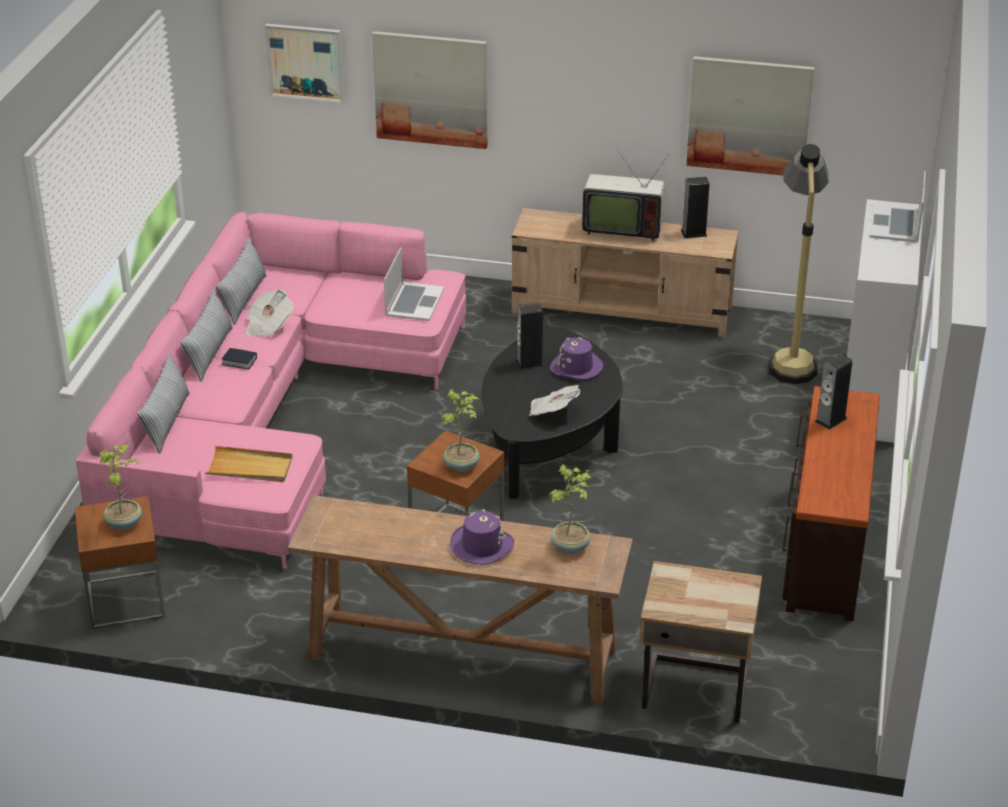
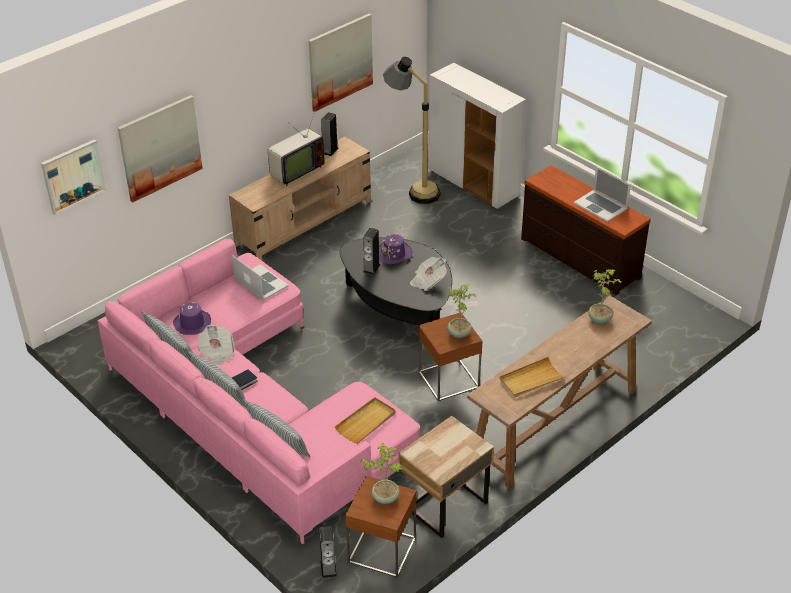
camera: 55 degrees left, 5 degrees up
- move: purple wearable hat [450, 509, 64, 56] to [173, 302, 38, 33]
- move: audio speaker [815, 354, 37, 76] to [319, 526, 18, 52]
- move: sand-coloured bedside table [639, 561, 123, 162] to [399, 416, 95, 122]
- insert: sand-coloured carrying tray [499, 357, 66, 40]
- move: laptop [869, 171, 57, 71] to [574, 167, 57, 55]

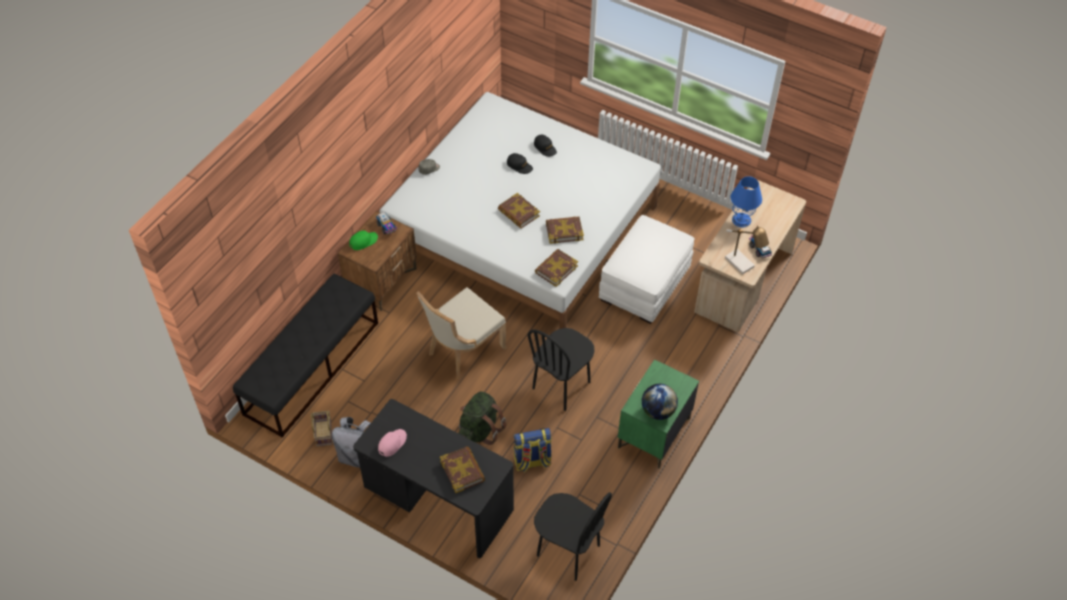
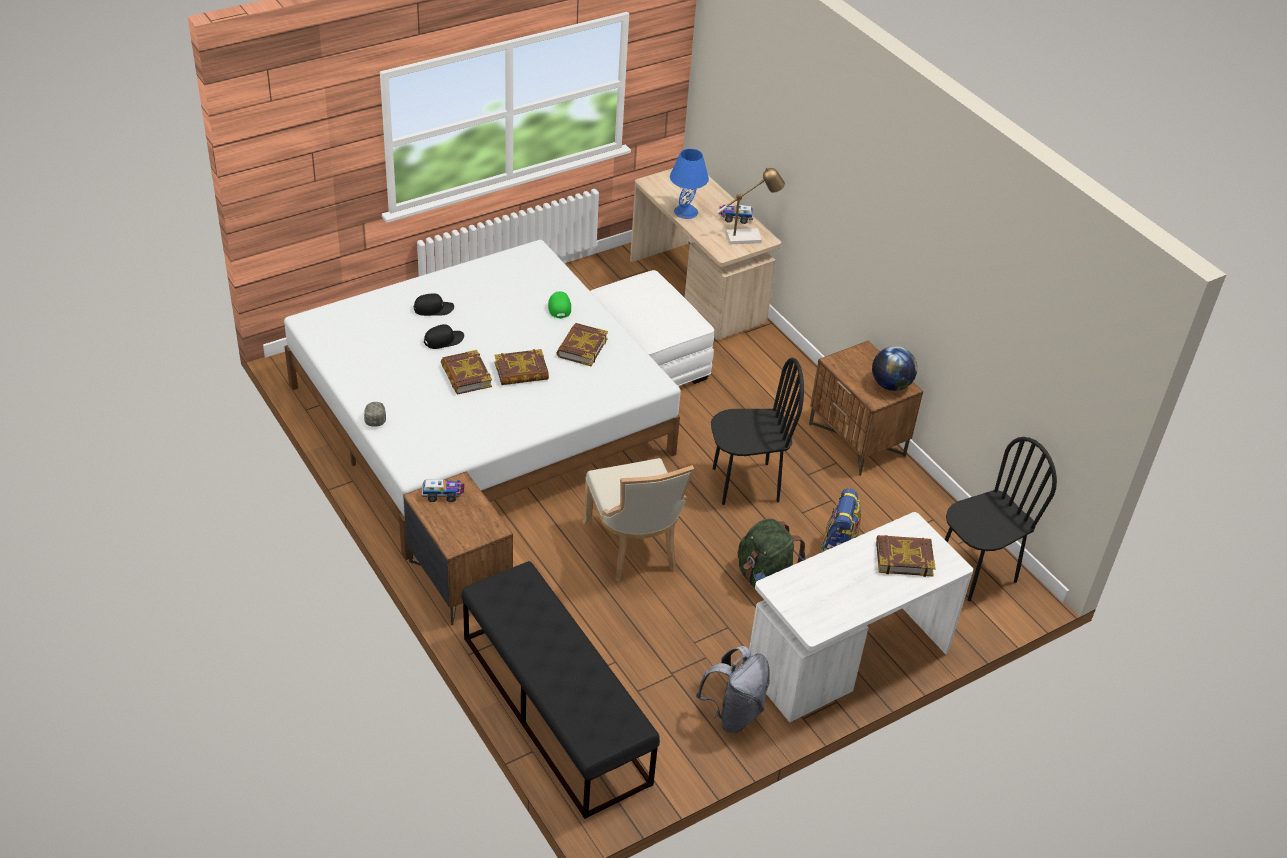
camera: 65 degrees left, 10 degrees down
- move: bound book [535, 249, 43, 38] to [441, 350, 51, 44]
- move: greenish cap [349, 230, 29, 20] to [548, 291, 23, 28]
- rotate: black plain chair [528, 328, 67, 83] = [711, 358, 93, 147] 75 degrees counterclockwise
- recolor: black desk unit [353, 399, 161, 159] to white desk unit [749, 512, 224, 210]
- recolor: greenish bedside table [618, 359, 81, 110] to brown bedside table [809, 341, 114, 135]
- delete: storage basket [311, 411, 21, 35]
- delete: pink cap [378, 429, 29, 28]

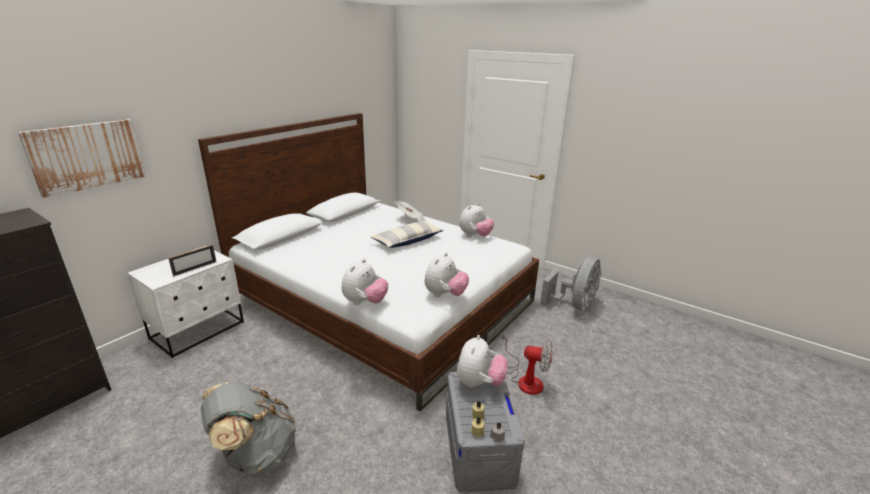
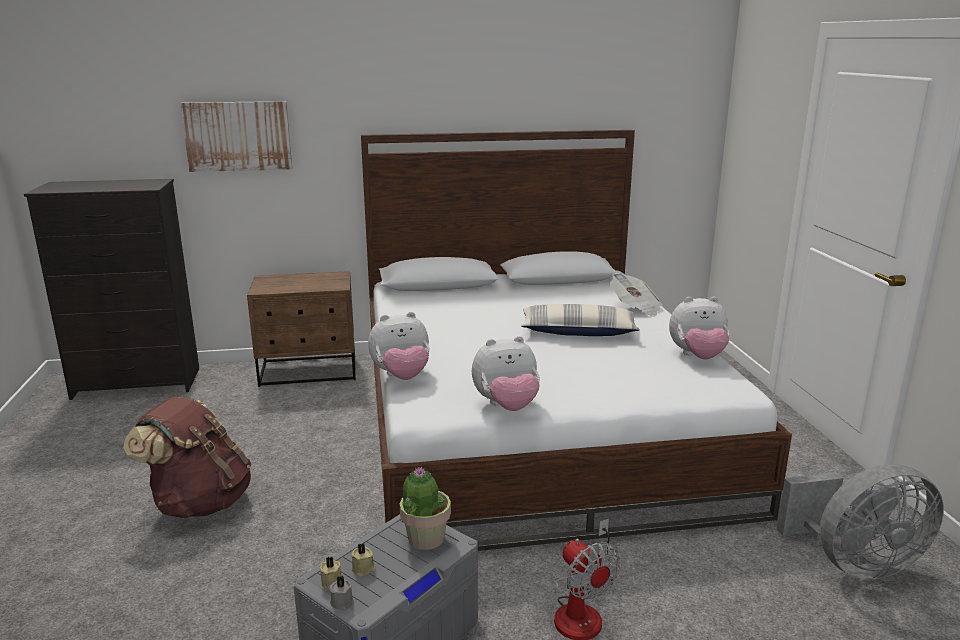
camera: 45 degrees right, 5 degrees down
- recolor: grey rucksack [200, 382, 97, 95] to brown rucksack [123, 397, 129, 121]
- recolor: white bedside table [127, 246, 117, 112] to brown bedside table [247, 271, 109, 116]
- replace: soft toy [457, 335, 51, 53] to potted plant [400, 467, 51, 83]
- delete: photo frame [168, 245, 48, 31]

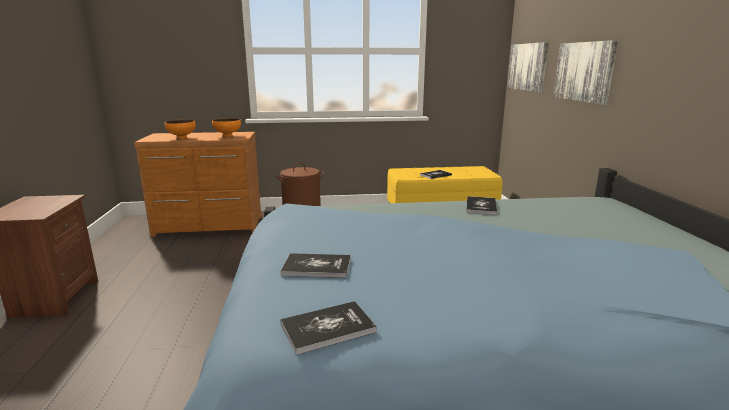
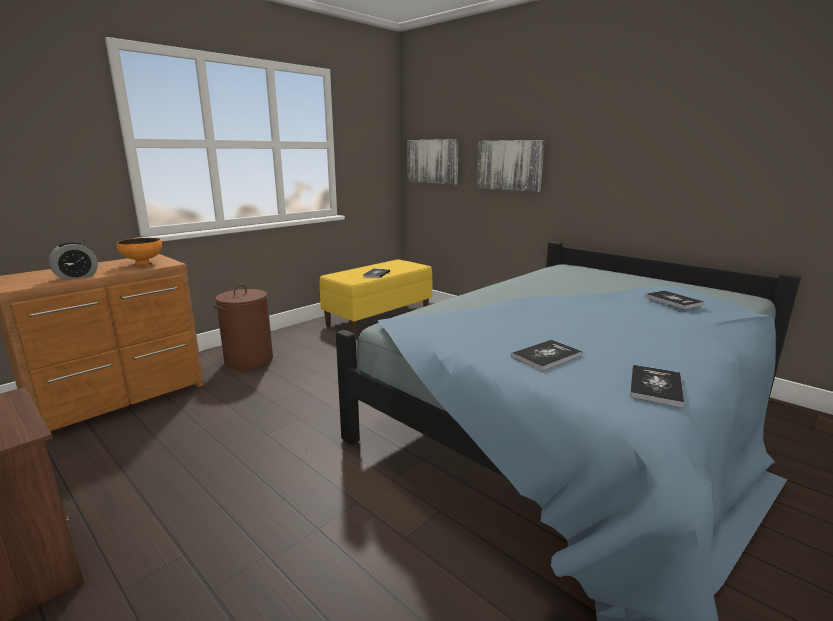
camera: 40 degrees left, 0 degrees up
- replace: orange-coloured deep dish [165, 120, 31, 20] to table clock [49, 241, 49, 39]
- move: bound book [466, 196, 31, 19] to [645, 291, 59, 18]

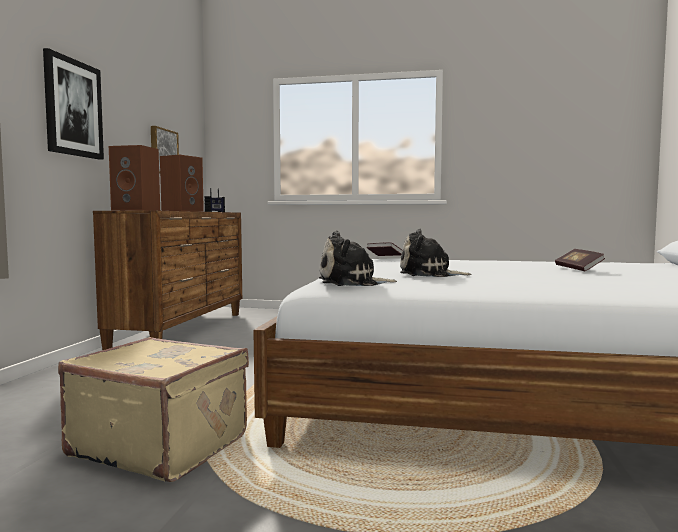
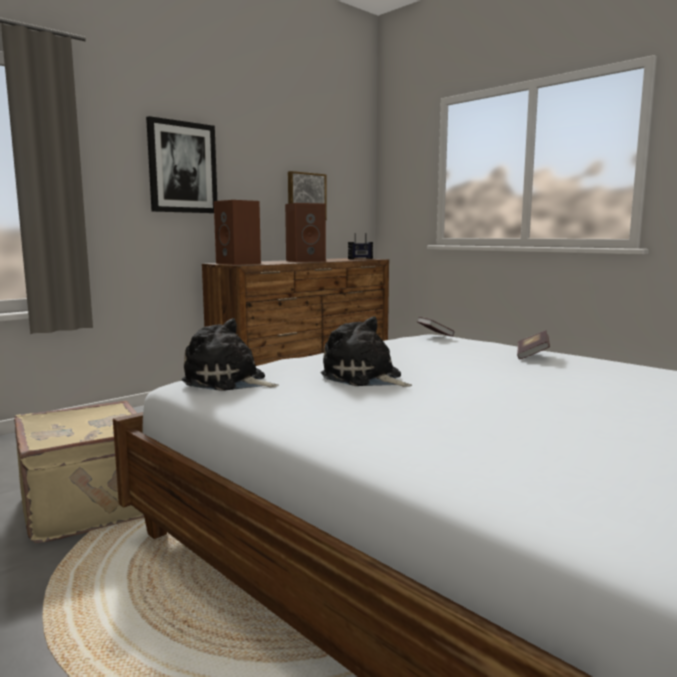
camera: 35 degrees right, 5 degrees up
- move: bound book [555, 249, 50, 22] to [517, 330, 33, 29]

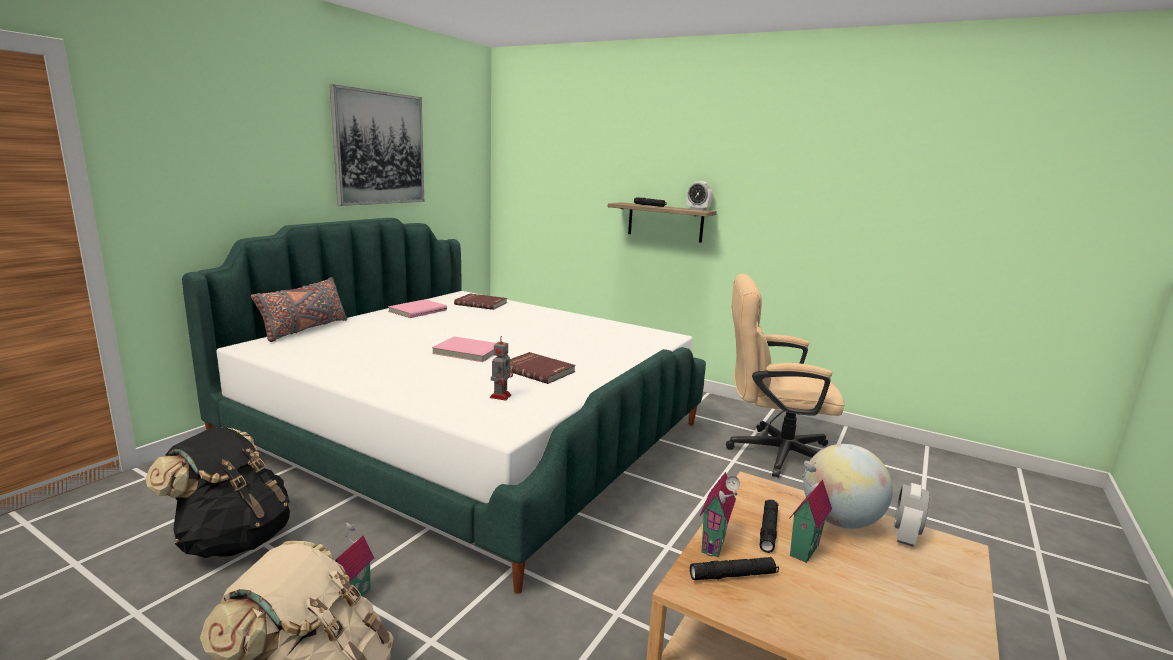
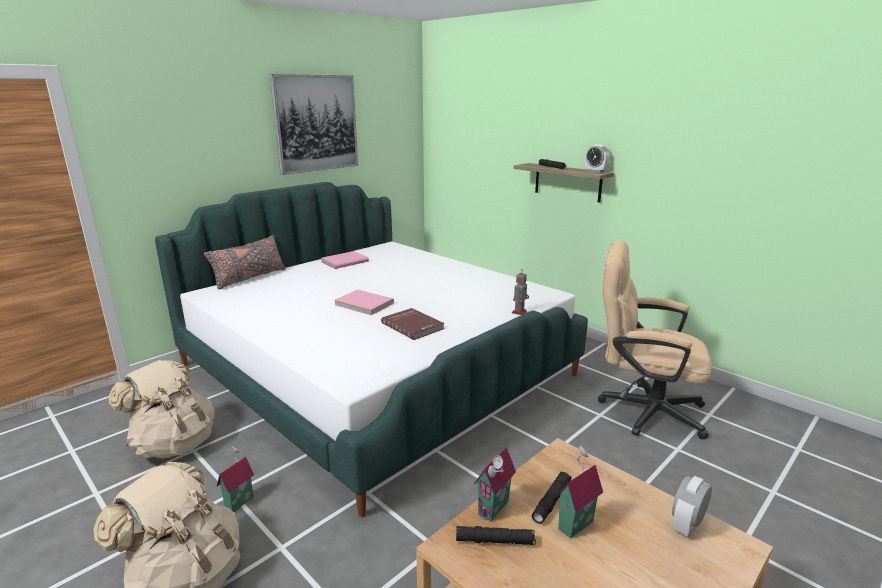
camera: 15 degrees right, 5 degrees up
- recolor: black rucksack [145, 427, 145, 131] to sand-coloured rucksack [108, 360, 107, 98]
- move: robot figure [490, 336, 23, 65] to [512, 270, 17, 45]
- delete: reddish bound book [454, 294, 53, 16]
- delete: desk globe [803, 444, 90, 85]

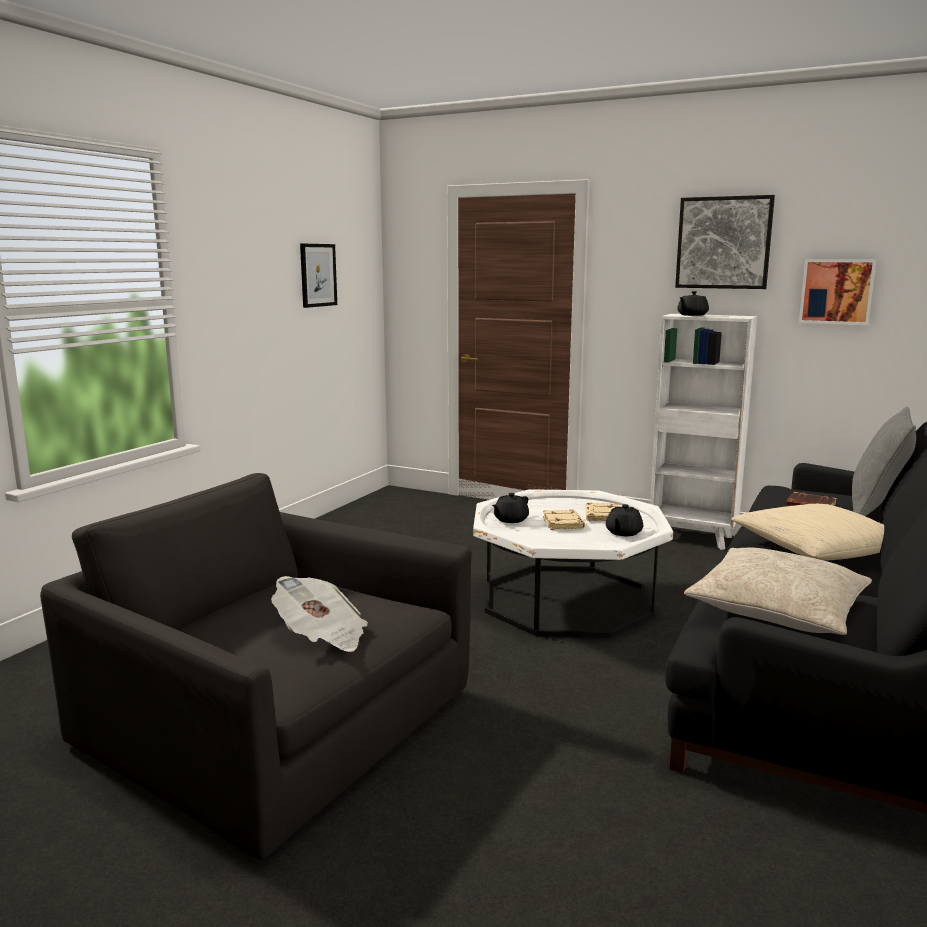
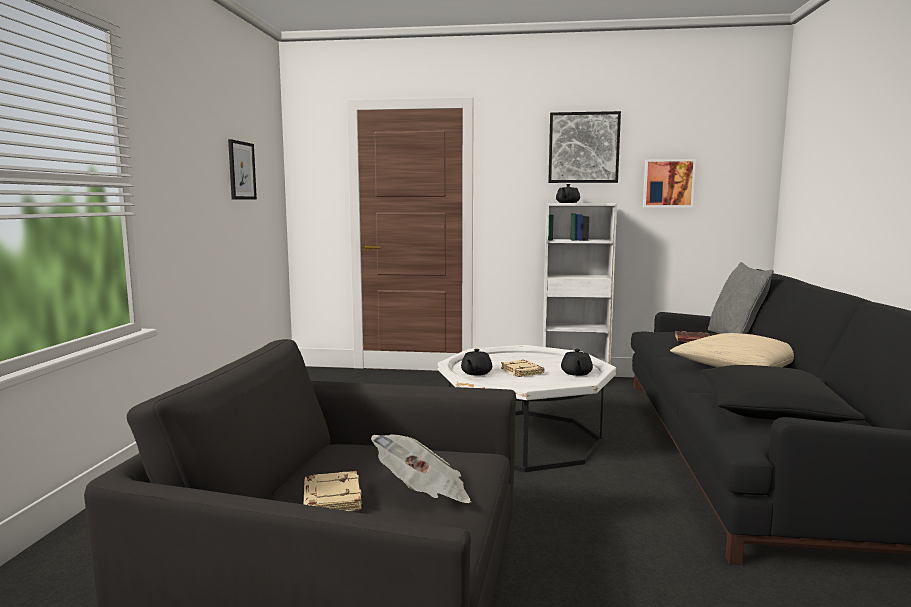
camera: 20 degrees left, 5 degrees down
- move: sand-coloured bound book [586, 503, 34, 19] to [304, 471, 58, 40]
- recolor: sand-coloured cushion [684, 548, 188, 87] to black cushion [702, 365, 164, 57]

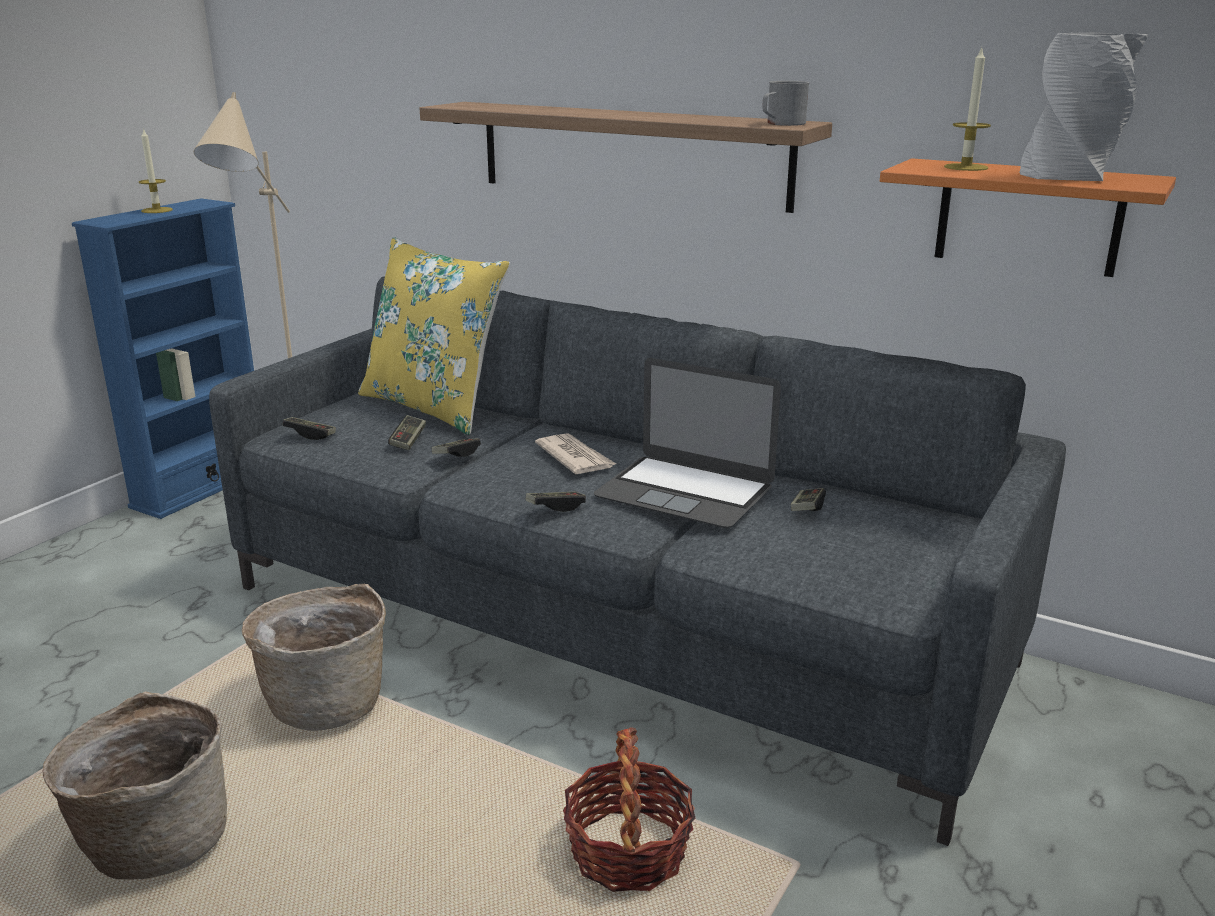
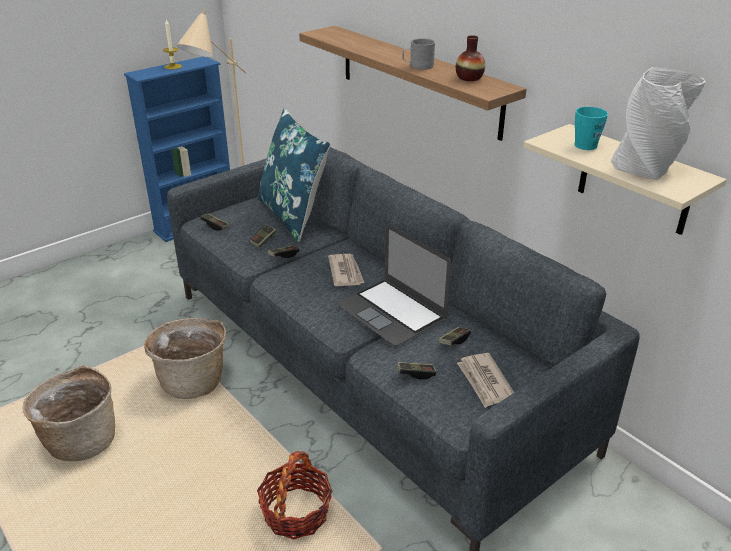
camera: 20 degrees right, 10 degrees up
- recolor: yellowish cushion [358, 237, 152, 198] to bluish cushion [258, 108, 73, 134]
- move: gamepad [526, 492, 60, 20] to [397, 362, 39, 18]
- move: grey mug [762, 81, 48, 45] to [402, 38, 33, 32]
- insert: vase [456, 35, 29, 46]
- insert: printed paper [457, 353, 57, 55]
- recolor: orange-coloured wall shelf [880, 158, 296, 119] to sand-coloured wall shelf [523, 124, 204, 111]
- replace: candle [944, 47, 47, 124] to turquoise mug [574, 107, 34, 43]

